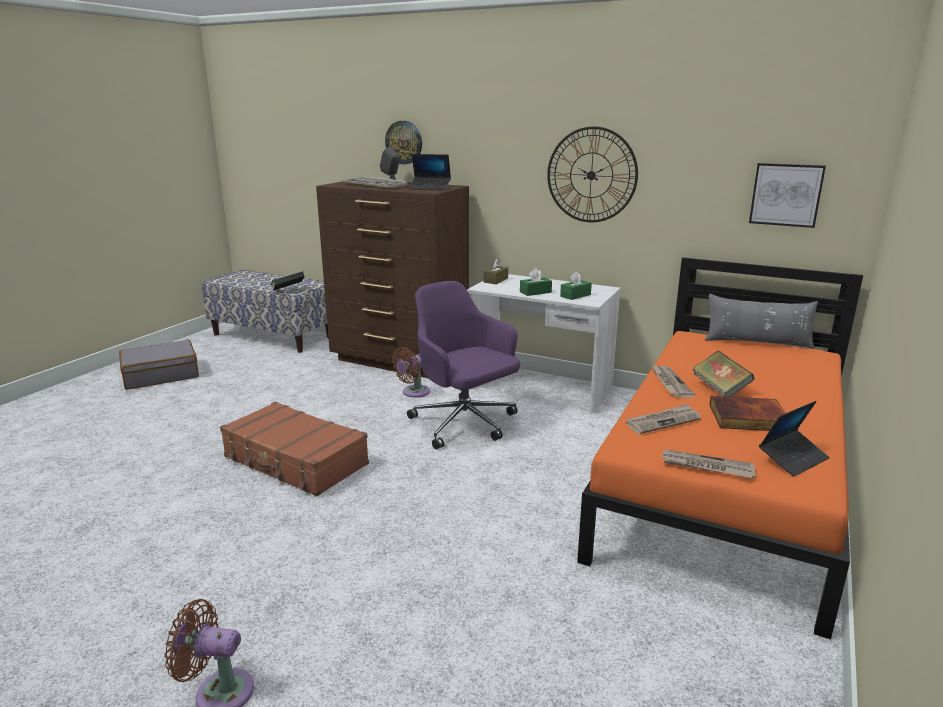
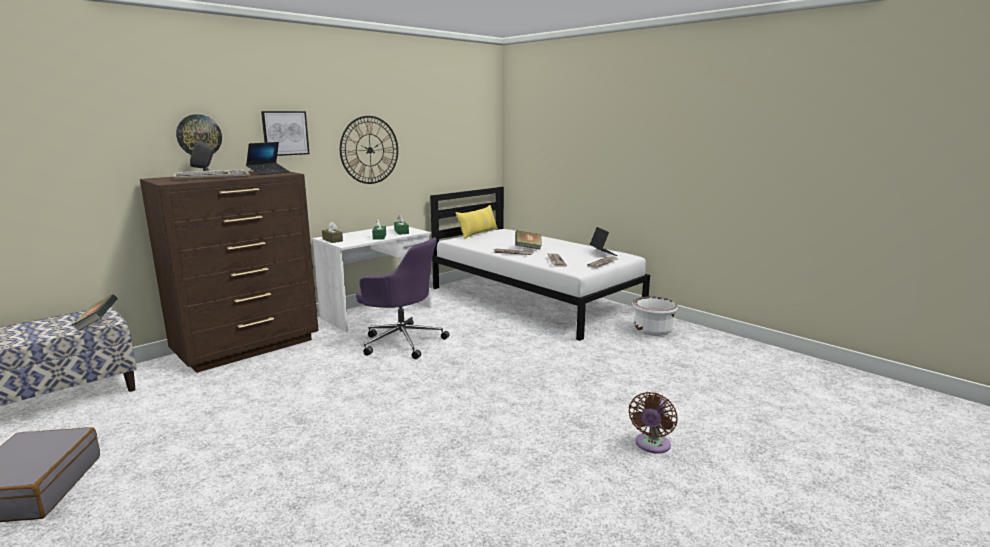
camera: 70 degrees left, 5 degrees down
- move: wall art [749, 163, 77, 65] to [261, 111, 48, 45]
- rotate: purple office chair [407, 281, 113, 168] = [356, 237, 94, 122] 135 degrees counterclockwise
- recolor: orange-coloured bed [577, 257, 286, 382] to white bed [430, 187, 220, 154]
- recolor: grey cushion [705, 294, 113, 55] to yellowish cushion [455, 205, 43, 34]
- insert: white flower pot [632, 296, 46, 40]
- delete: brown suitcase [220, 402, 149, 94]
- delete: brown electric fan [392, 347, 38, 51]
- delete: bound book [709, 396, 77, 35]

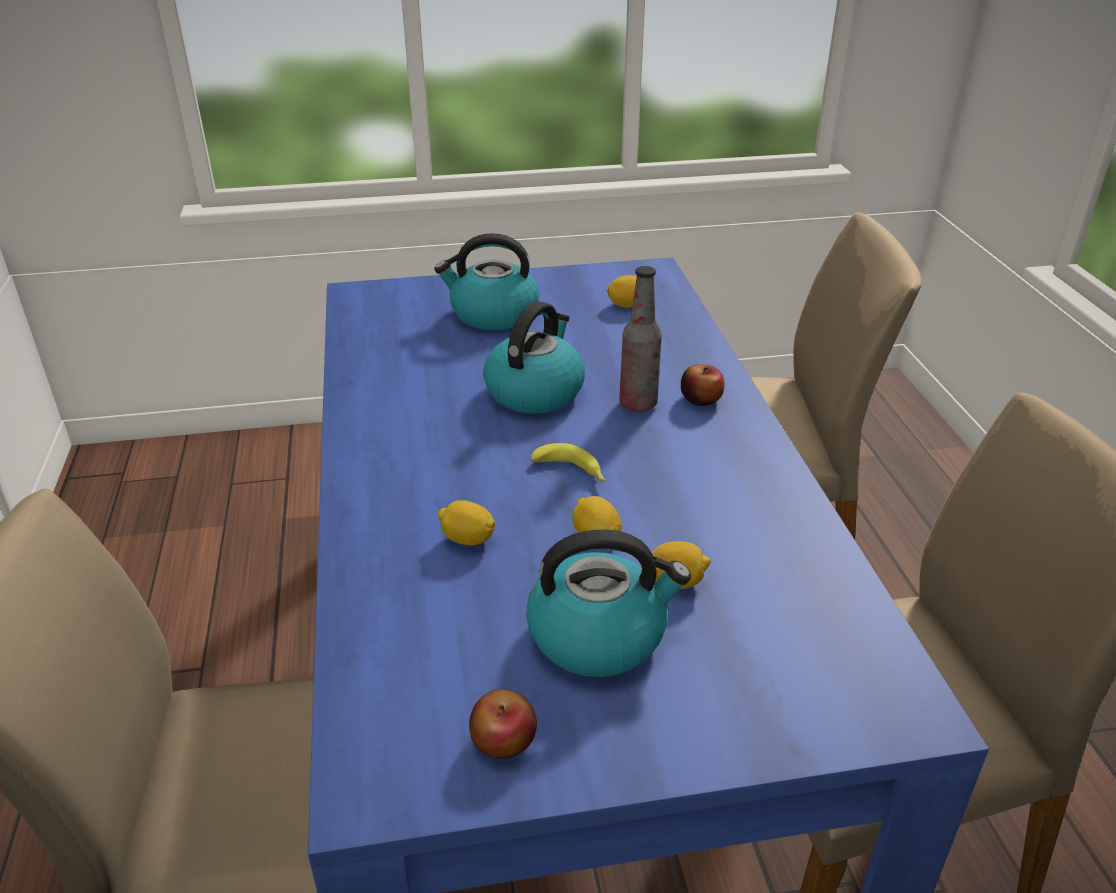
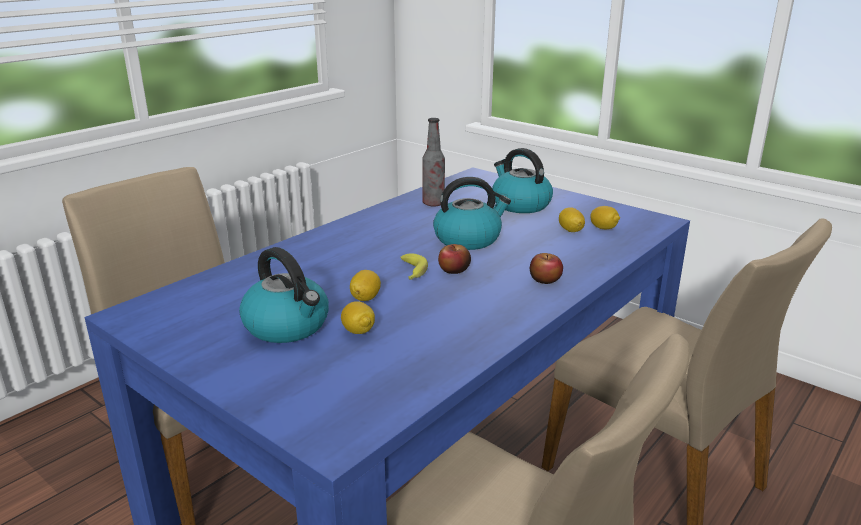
camera: 50 degrees right, 10 degrees down
- move: beverage bottle [619, 266, 43, 146] to [422, 118, 23, 88]
- move: apple [469, 689, 68, 70] to [438, 244, 33, 30]
- move: citrus fruit [438, 500, 57, 45] to [559, 207, 26, 25]

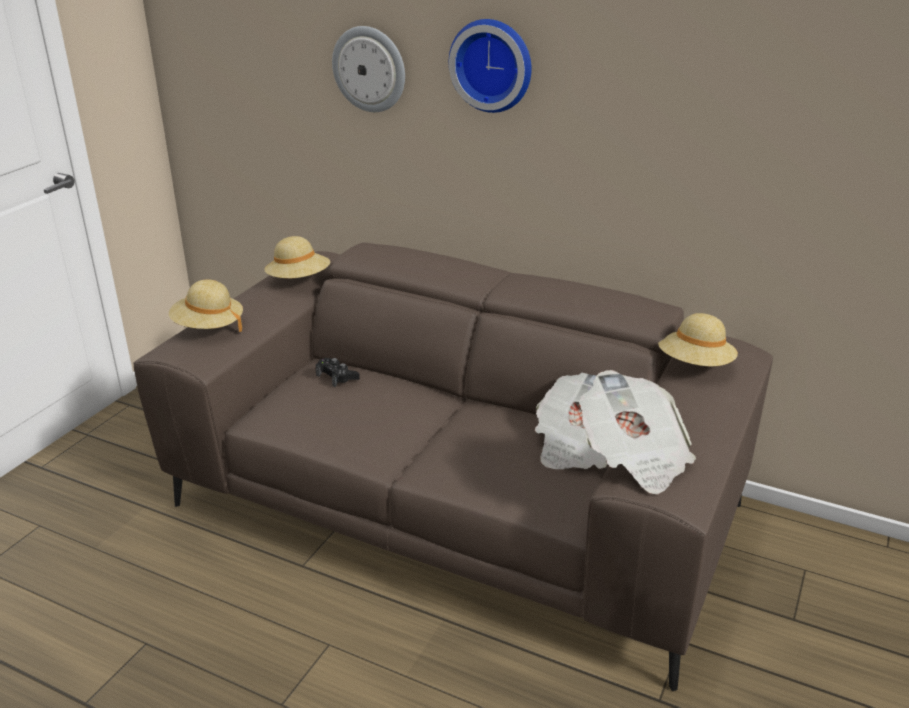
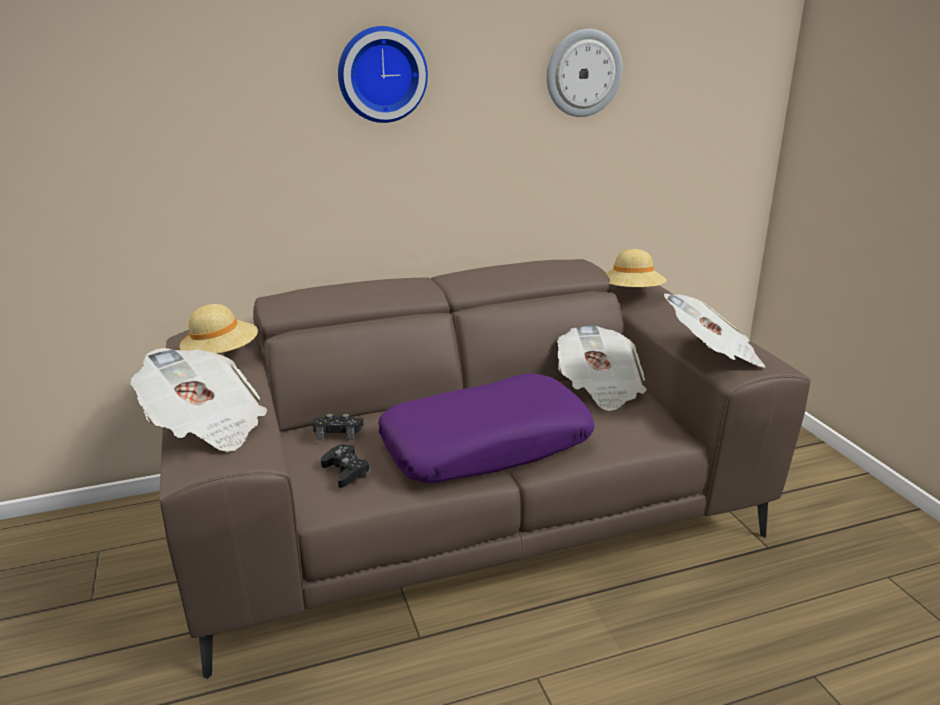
camera: 45 degrees left, 5 degrees down
- replace: sand-coloured wearable hat [169, 279, 74, 53] to printed paper [131, 348, 137, 104]
- insert: black gamepad [321, 444, 50, 44]
- insert: purple cushion [378, 373, 216, 110]
- move: clock on the wall [332, 26, 73, 86] to [547, 29, 76, 88]

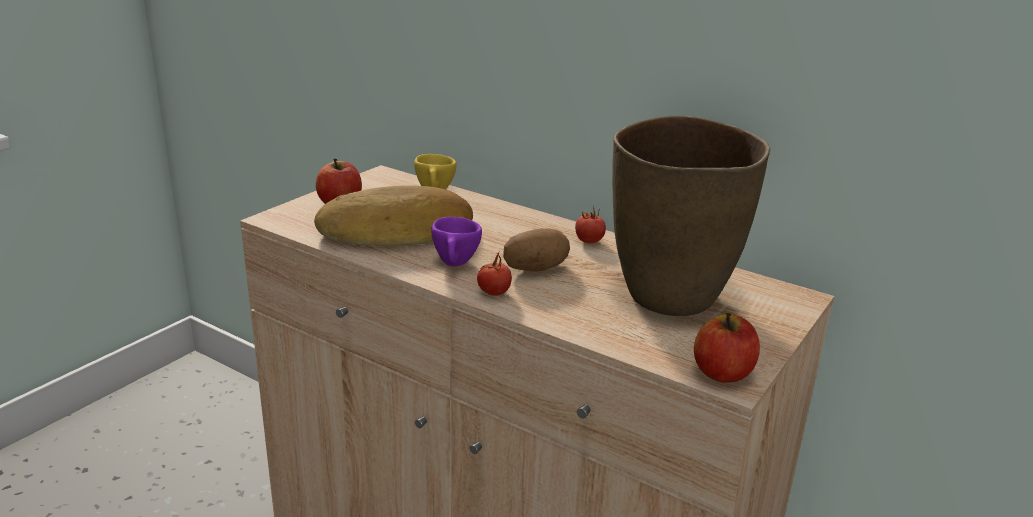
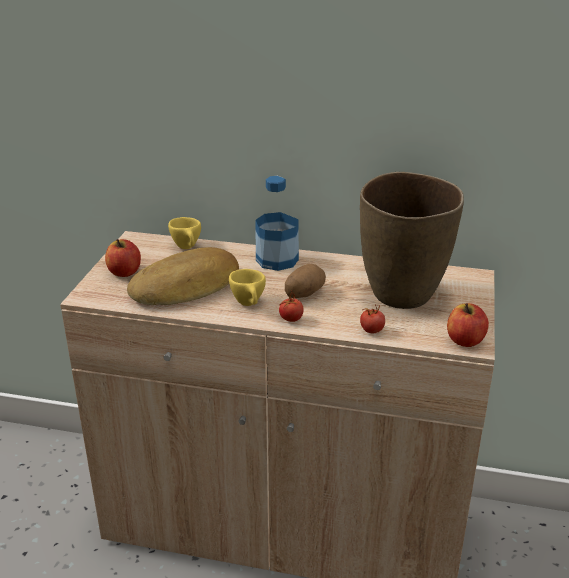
camera: 20 degrees left, 5 degrees up
- recolor: purple cup [431, 217, 51, 49] to yellowish cup [229, 269, 37, 37]
- insert: beverage bottle [255, 176, 44, 95]
- move: whole tomato [575, 206, 31, 37] to [360, 304, 25, 29]

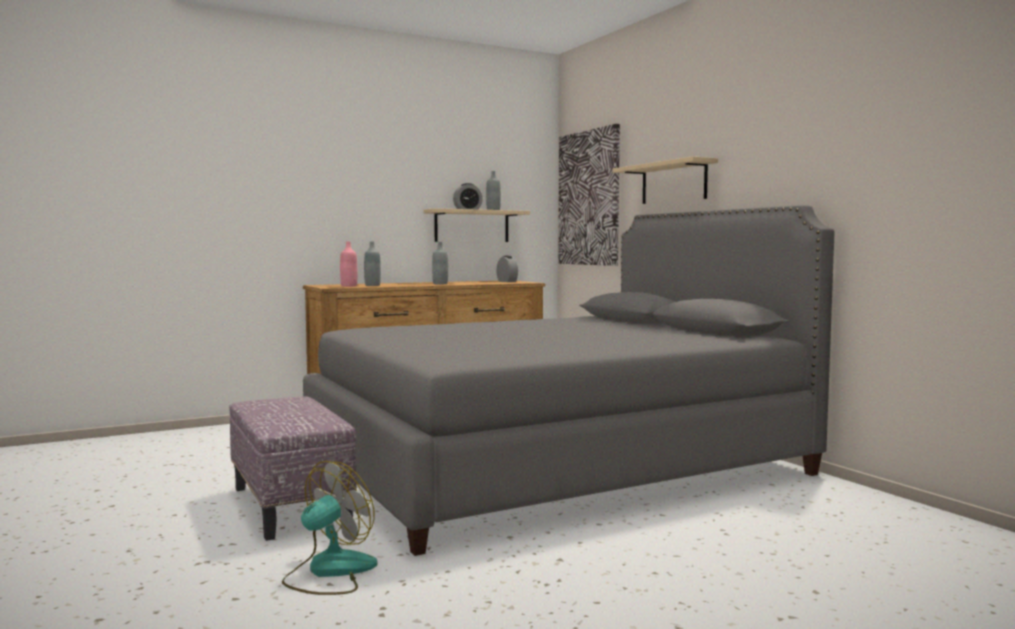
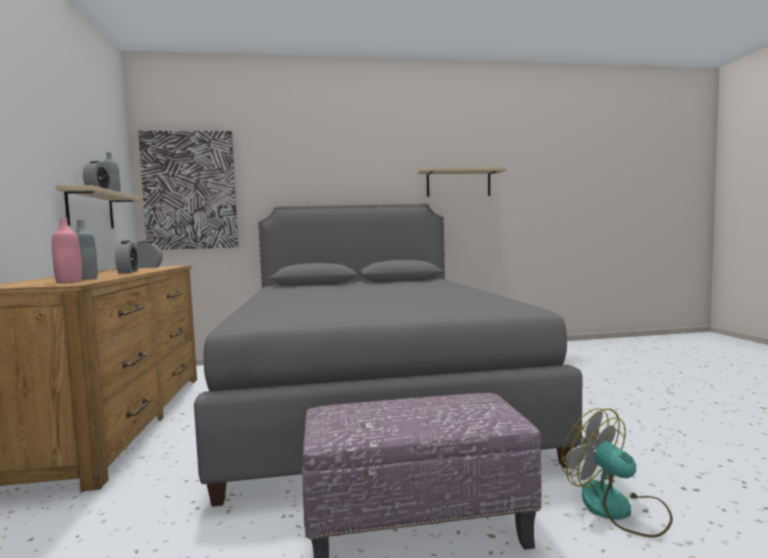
camera: 70 degrees left, 0 degrees up
- replace: grey beverage bottle [432, 242, 16, 42] to table clock [115, 240, 24, 33]
- move: sand-coloured wall shelf [613, 156, 105, 48] to [417, 167, 90, 30]

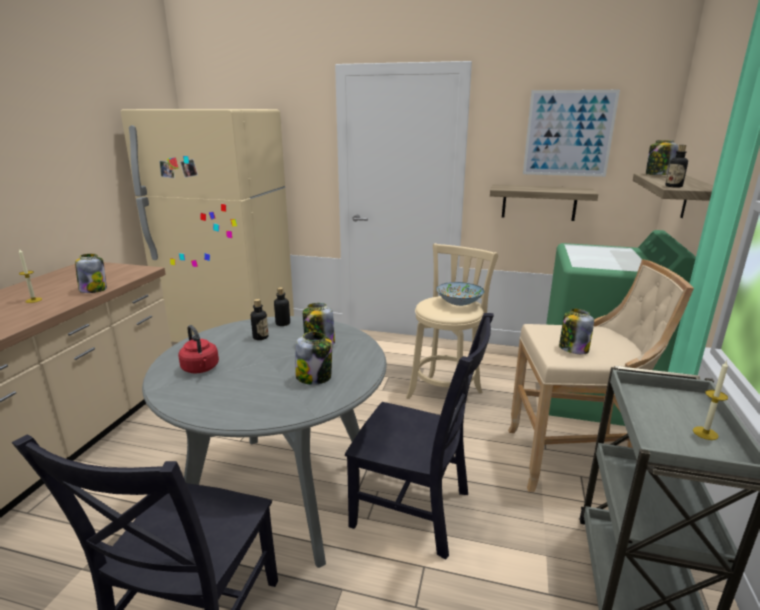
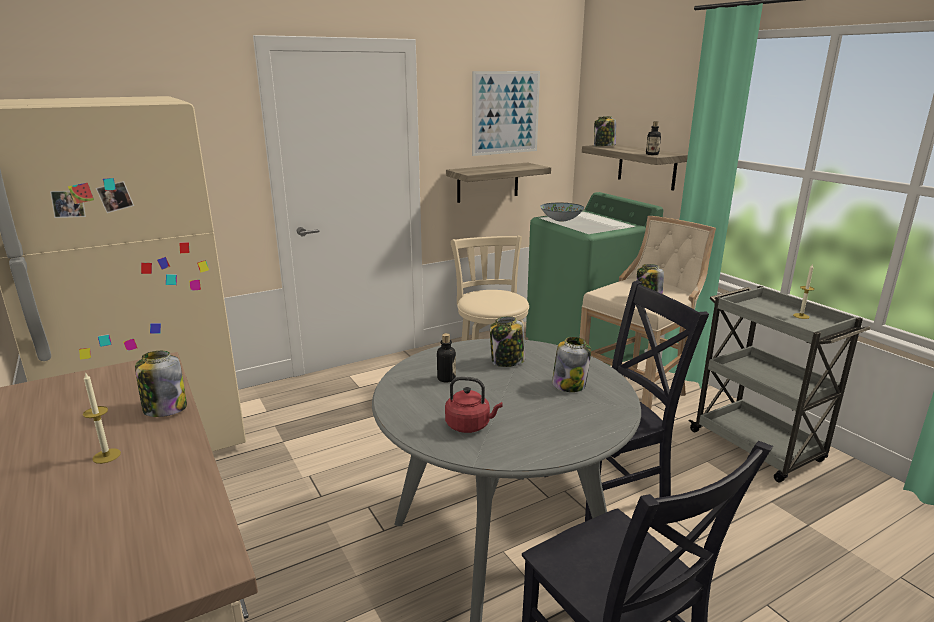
camera: 45 degrees left, 0 degrees up
- move: deep dish [436, 282, 48, 24] to [540, 203, 44, 18]
- delete: beverage bottle [274, 287, 16, 39]

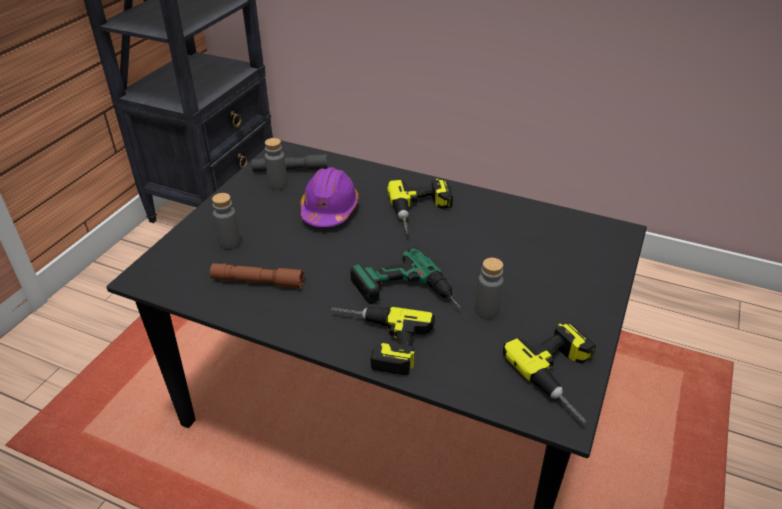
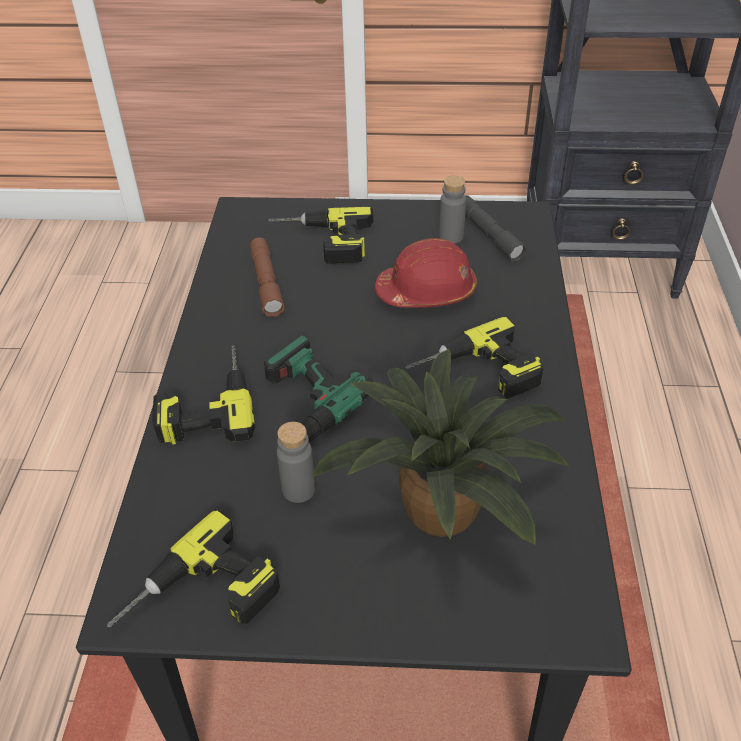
camera: 70 degrees right, 5 degrees up
- replace: grey beverage bottle [212, 193, 28, 56] to electric drill [268, 207, 106, 57]
- insert: potted plant [312, 349, 256, 196]
- recolor: purple hard hat [300, 167, 59, 60] to reddish hard hat [375, 238, 102, 69]

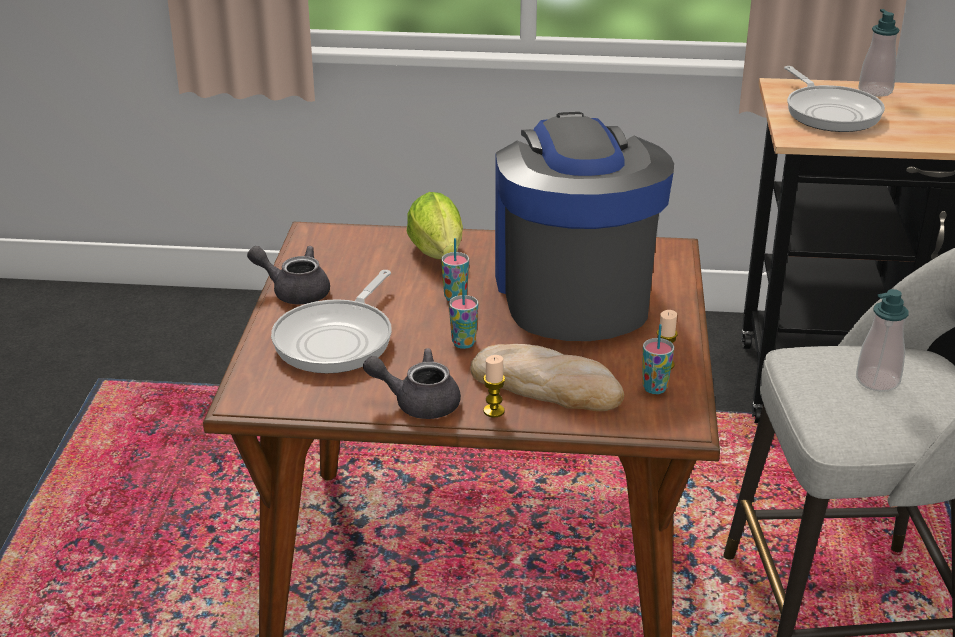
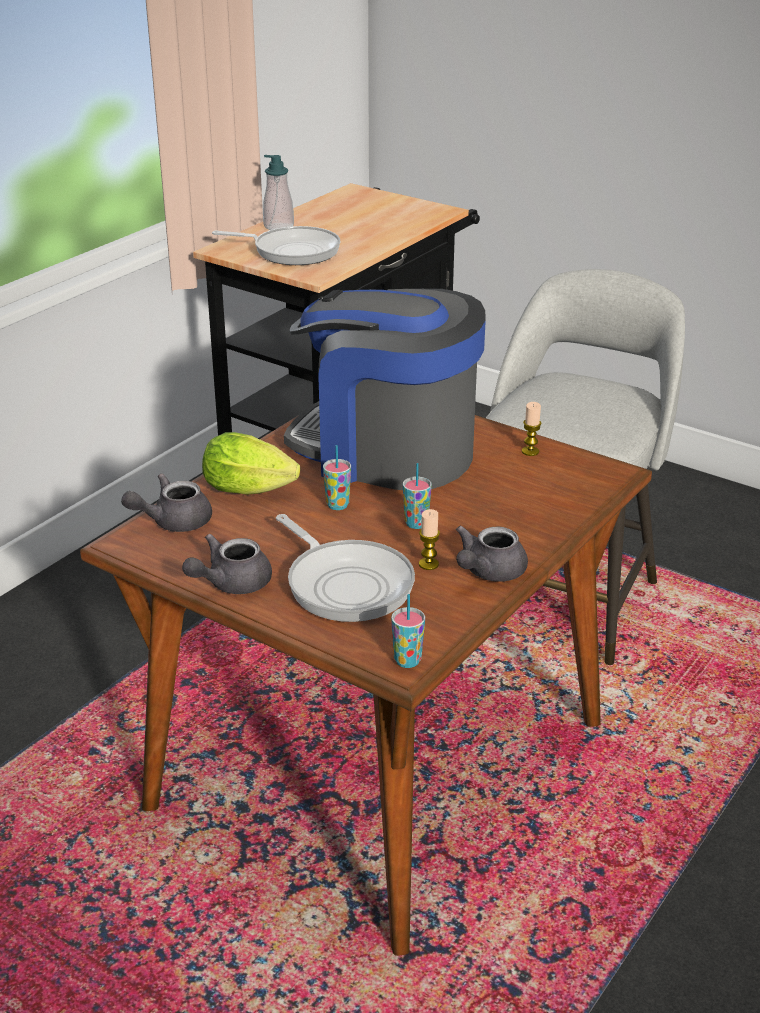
camera: 60 degrees left, 0 degrees up
- insert: grey teapot [121, 473, 91, 59]
- move: cup [642, 324, 32, 70] to [391, 594, 34, 74]
- move: candle [483, 355, 22, 63] to [419, 509, 21, 61]
- delete: baked bread [470, 344, 154, 67]
- delete: liquid soap bottle [856, 289, 53, 103]

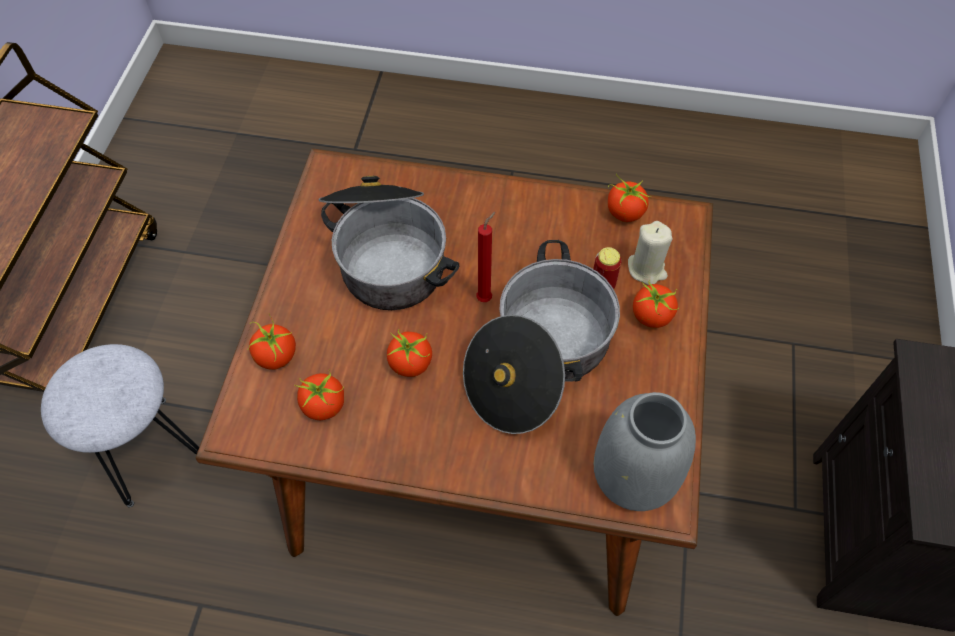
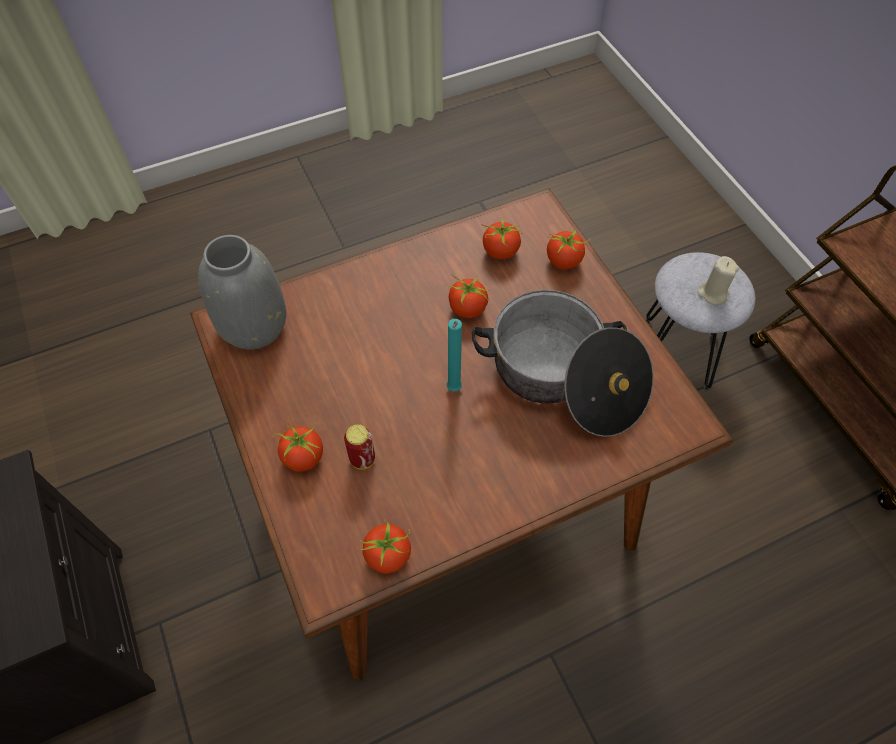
camera: 145 degrees right, 0 degrees up
- recolor: reddish candle [476, 212, 19, 90] to turquoise candle [447, 319, 15, 72]
- move: sand-coloured candle [628, 221, 45, 64] to [698, 256, 41, 49]
- delete: stockpot [463, 240, 157, 194]

